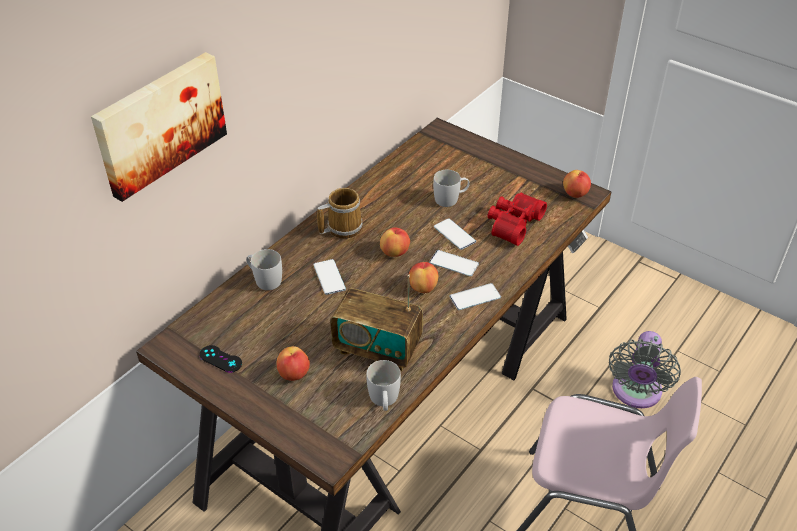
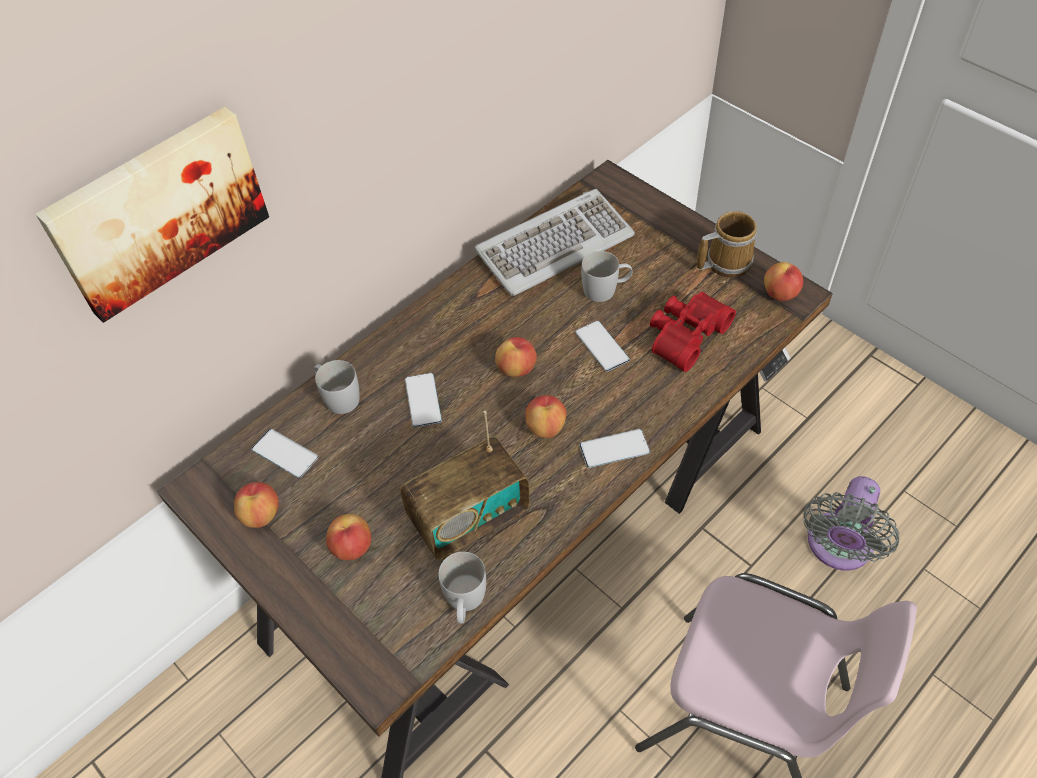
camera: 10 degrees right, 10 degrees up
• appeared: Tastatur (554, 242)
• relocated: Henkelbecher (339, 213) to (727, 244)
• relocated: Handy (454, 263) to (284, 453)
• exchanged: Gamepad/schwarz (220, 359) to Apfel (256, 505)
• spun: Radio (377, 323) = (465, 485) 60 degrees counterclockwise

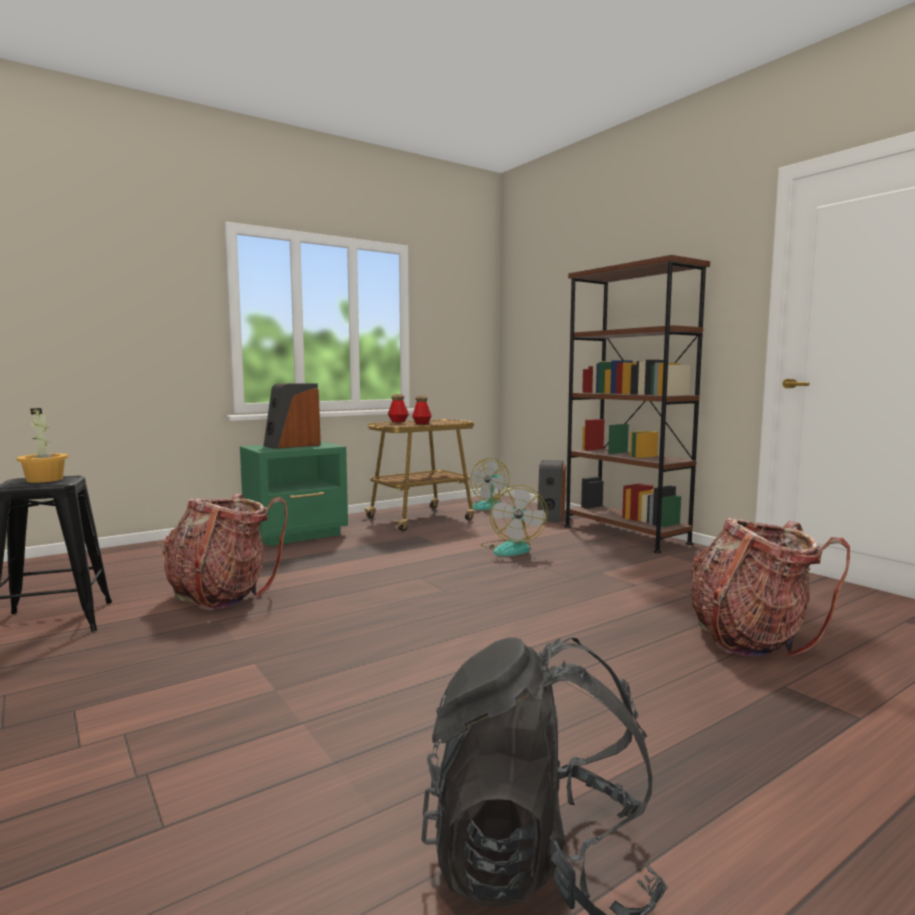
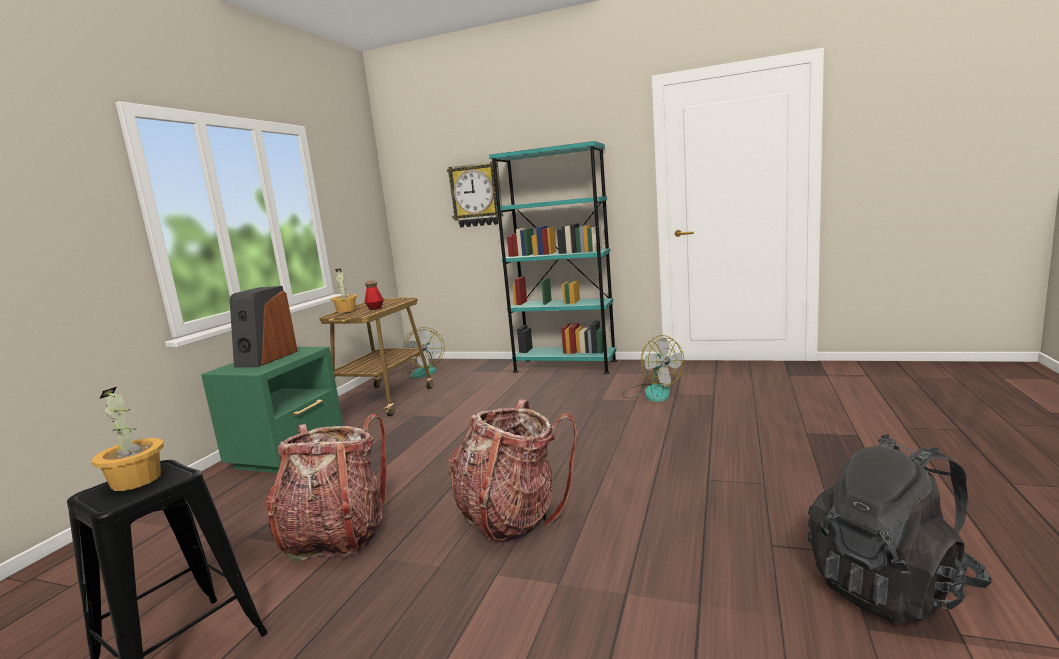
camera: 35 degrees left, 5 degrees up
• missing: Lautsprecher (551, 491)
• appeared: Wanduhr (475, 194)
• relocated: Ventilator (514, 520) to (653, 368)
• relocated: Rucksack (770, 587) to (512, 472)
• exchanged: Flasche (398, 408) to Topfpflanze (344, 291)
• colour: Bücherregal/braun (637, 404) to Bücherregal/türkis (553, 257)

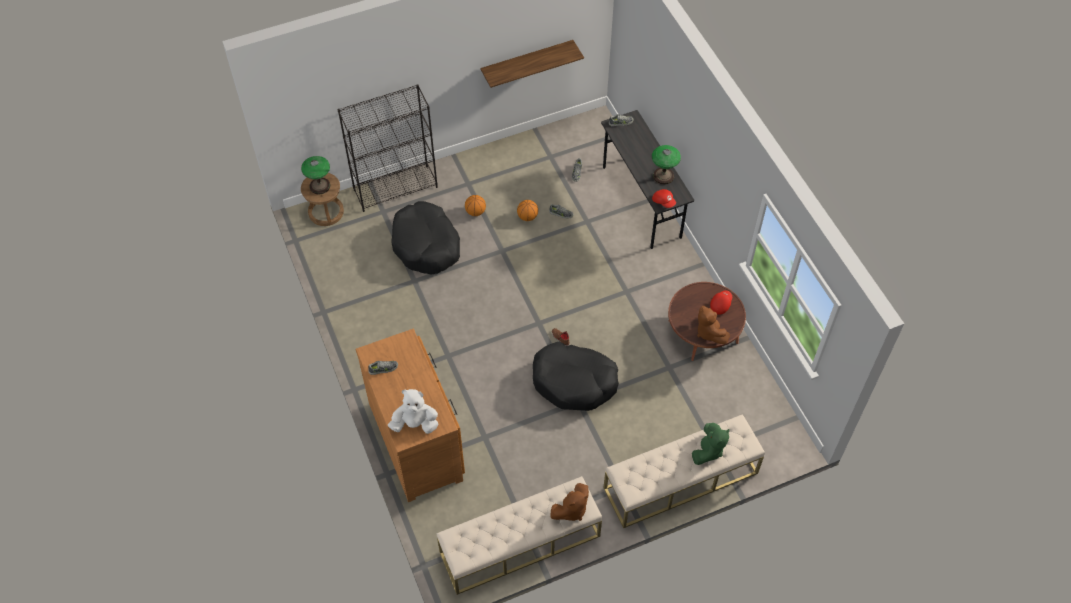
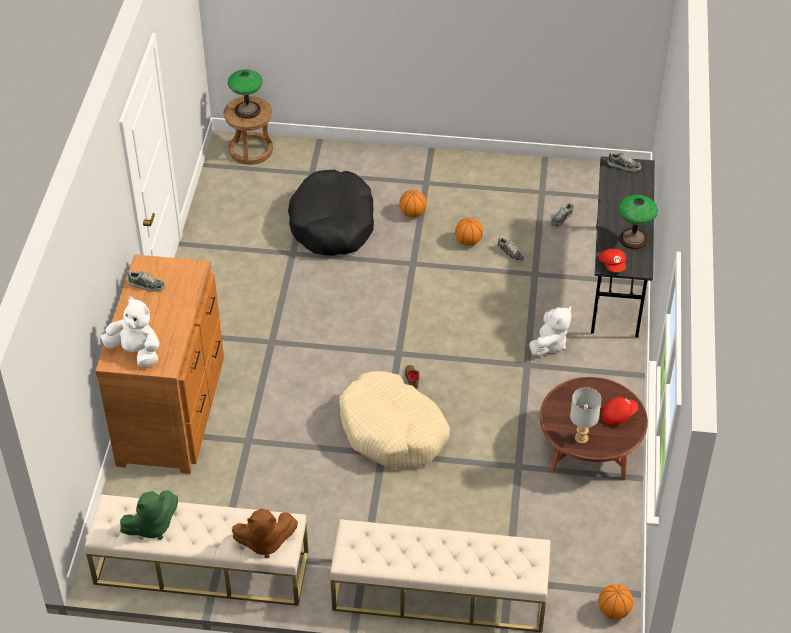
camera: 30 degrees right, 10 degrees down
• missing: Bücherregal/schwarz (388, 148)
• missing: Wandregal (532, 64)
• appeared: Plüschtier/weiß (550, 331)
• appeared: Basketball (616, 601)
• relocated: Plüschtier/grün (710, 444) to (149, 515)
• exchanged: Plüschtier/braun (713, 325) to Tischlampe/grau (586, 415)
• colour: Hundebett/schwarz (576, 376) to Hundebett/beige (394, 419)

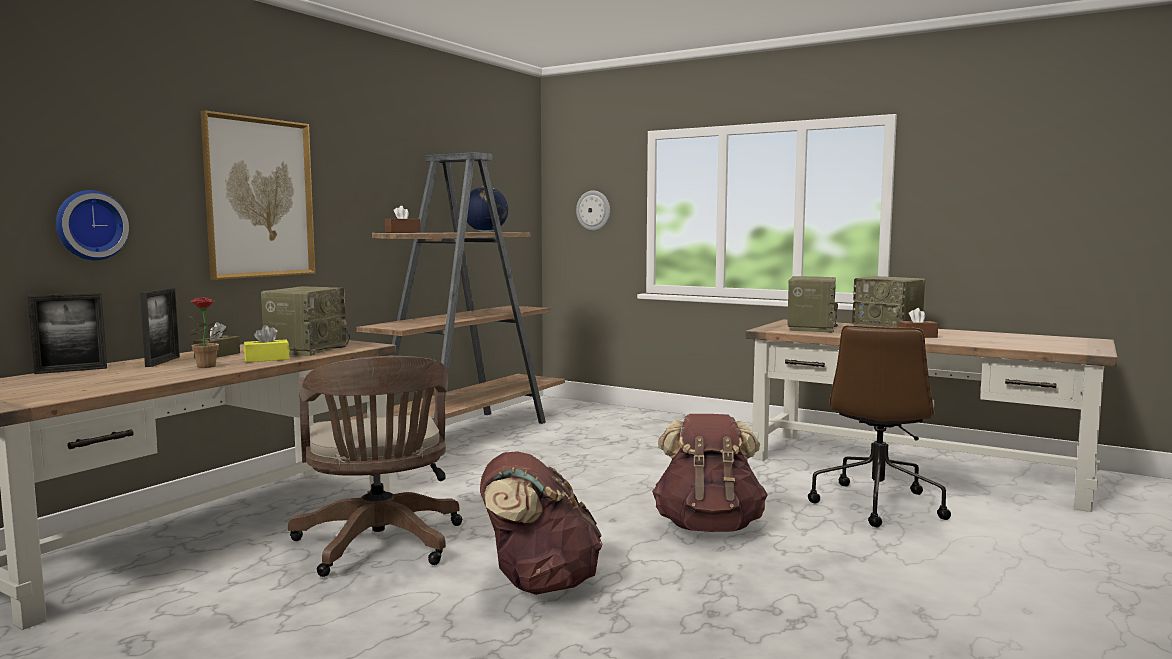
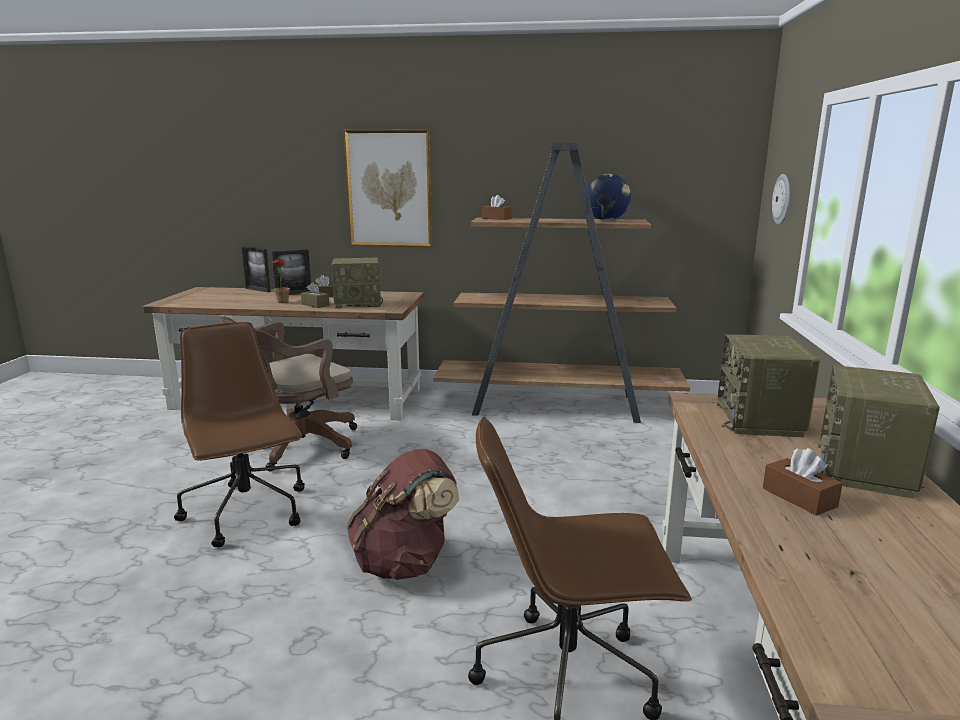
camera: 65 degrees right, 10 degrees up
• missing: Wanduhr (92, 225)
• exchanged: Rucksack/braun (541, 523) to Bürostuhl/braun (239, 434)
• colour: Taschentuchbox/gelb (267, 343) to Taschentuchbox/braun (315, 295)
• spun: Radio (812, 304) = (768, 386) 105 degrees clockwise

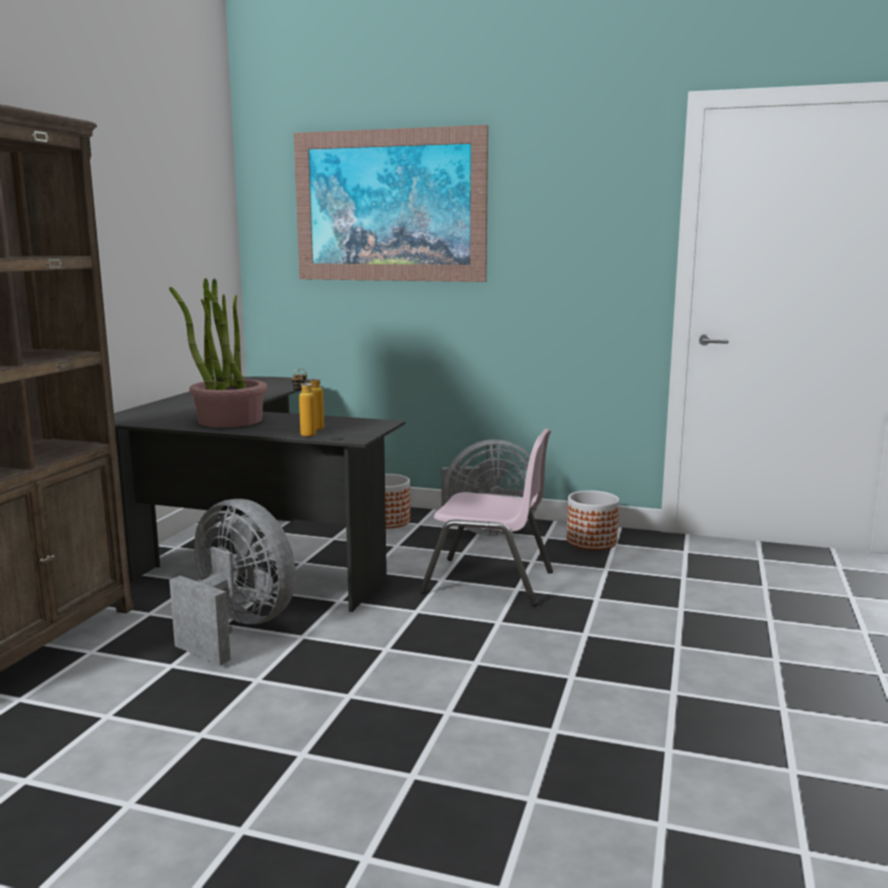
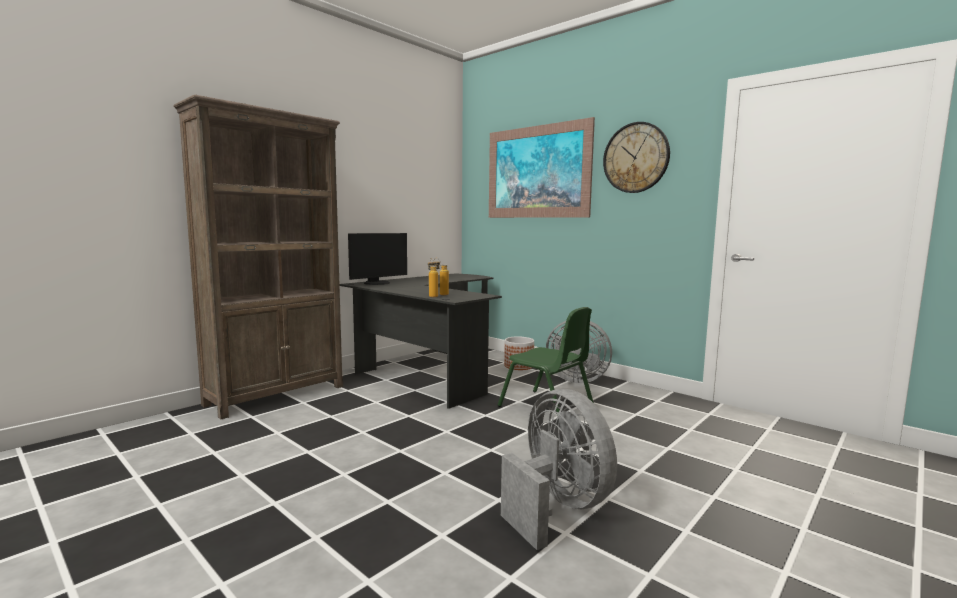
camera: 25 degrees right, 5 degrees down
• missing: Topfpflanze (218, 353)
• missing: Pflanzkübel (593, 520)
• appeared: Monitor (377, 259)
• appeared: Wanduhr (636, 157)
• relocated: Ventilator/grau (232, 582) to (559, 469)
• colour: Stuhl/rosa (486, 517) to Stuhl/grün (546, 361)

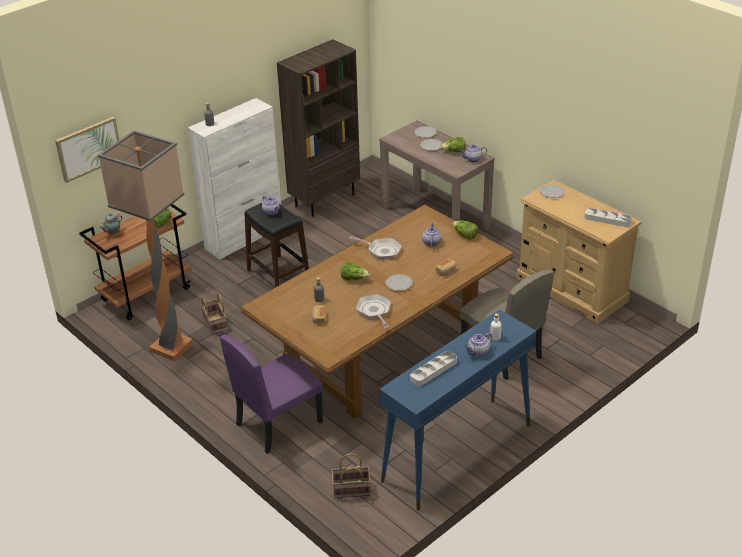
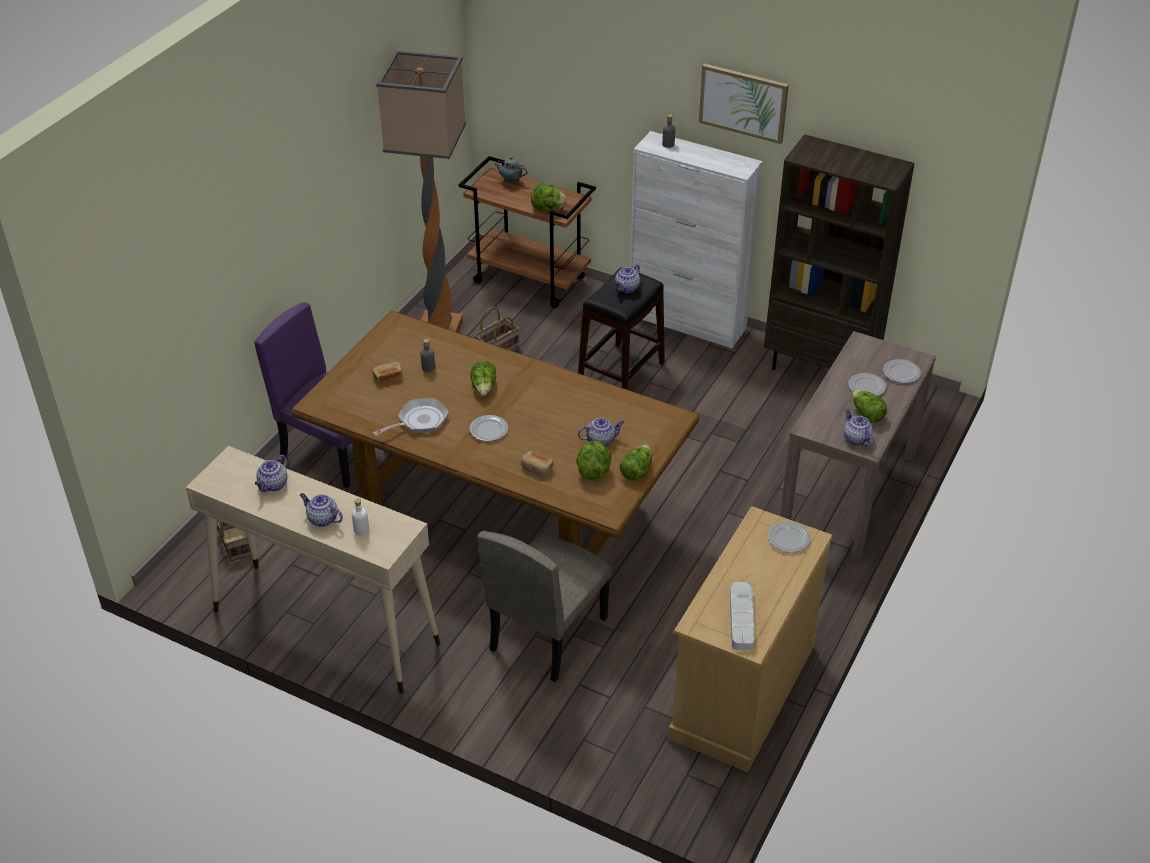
camera: 70 degrees right, 5 degrees up
• missing: Pfanne (376, 247)
• appeared: Salatkopf (593, 461)
• relocated: Bild (87, 150) to (744, 103)
• exchanged: Tablett/grau (433, 368) to Teekanne (271, 473)
• colour: Konsolentisch/blau (457, 410) to Konsolentisch/beige (313, 570)

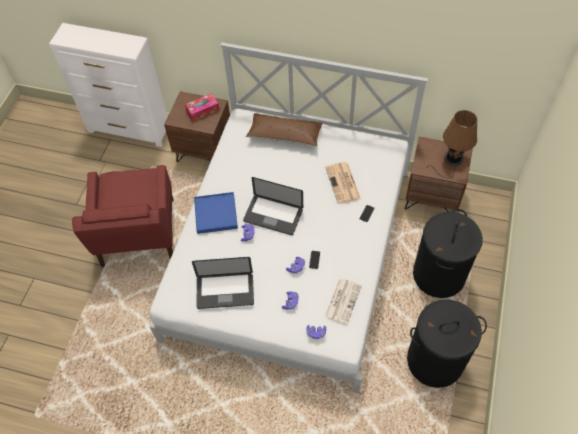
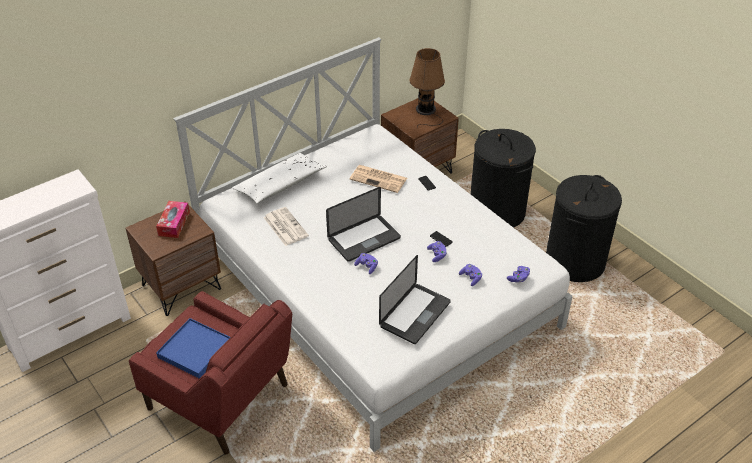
camera: 55 degrees left, 15 degrees down
• relocated: Tablett/blau (216, 213) to (193, 348)
• relocated: Zeitung (343, 301) to (286, 226)
• colour: Kissen/braun (284, 130) to Kissen/weiß (279, 178)

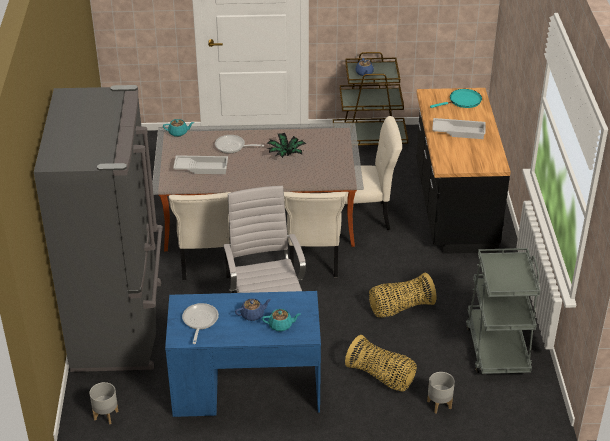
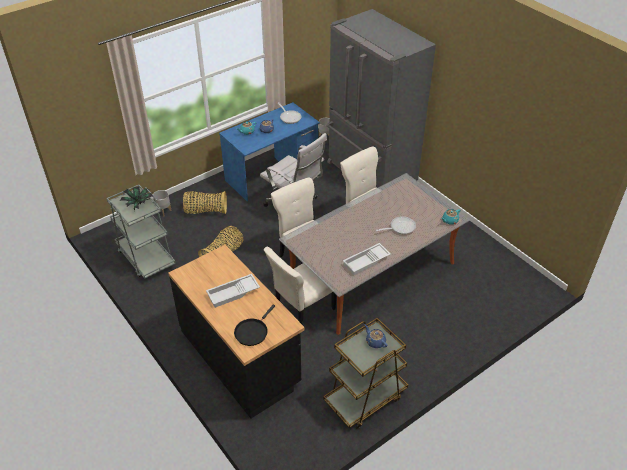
camera: 145 degrees right, 5 degrees up
• relocated: Tablett/weiß (200, 164) to (367, 259)
• relocated: Topfpflanze (286, 145) to (136, 199)
• colour: Pfanne/türkis (456, 98) to Pfanne/schwarz (254, 325)

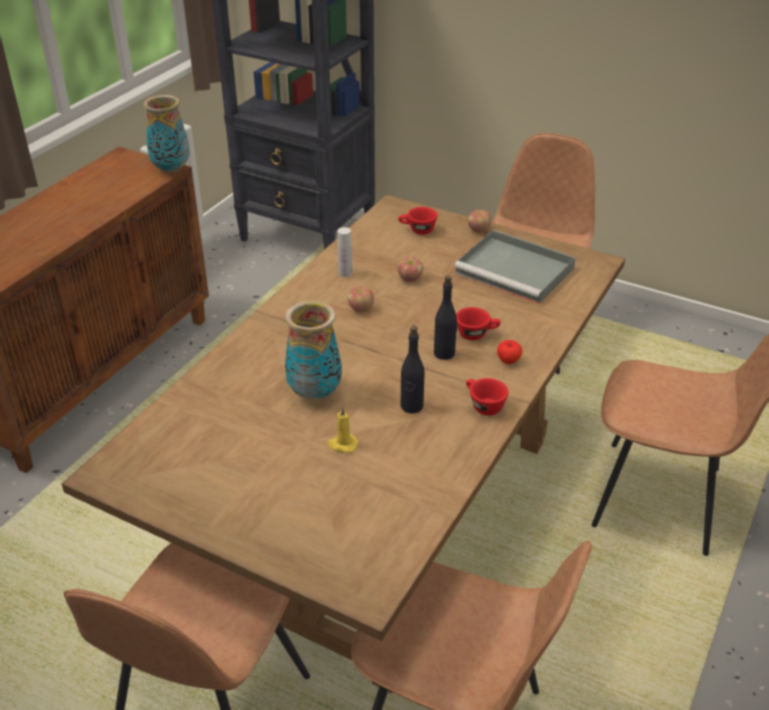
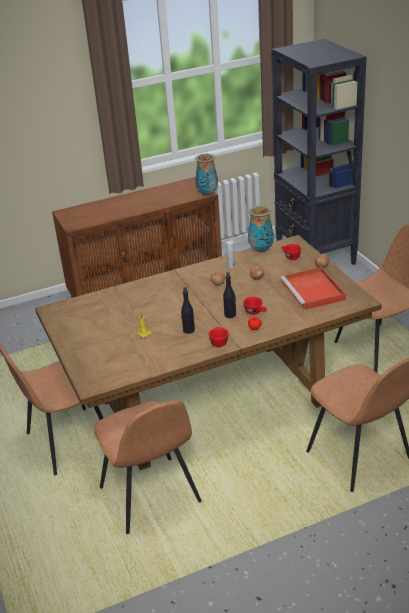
camera: 40 degrees right, 5 degrees down
• relocated: Vase (313, 351) to (260, 228)
• colour: Tablett/grau (515, 267) to Tablett/rot (313, 288)

